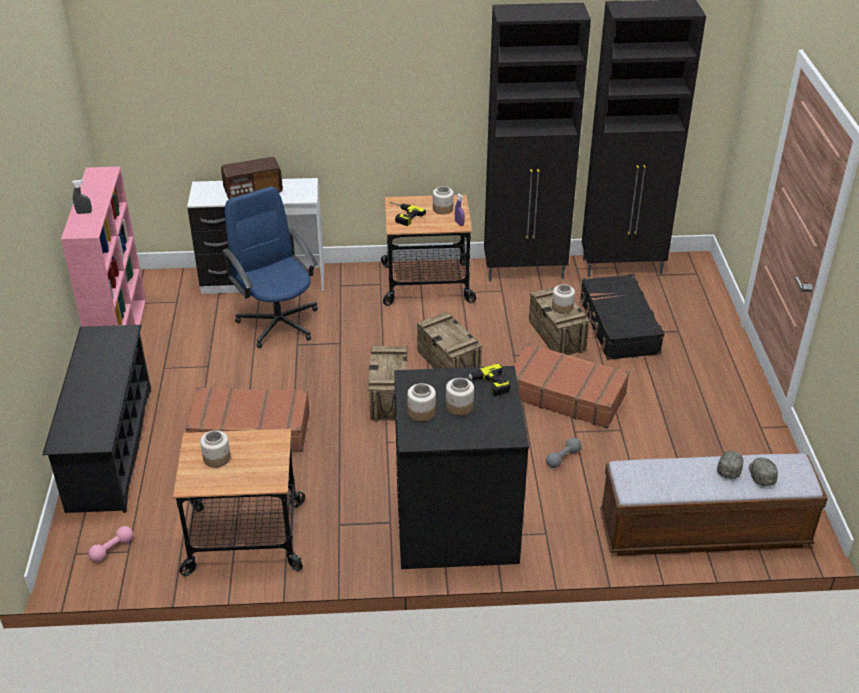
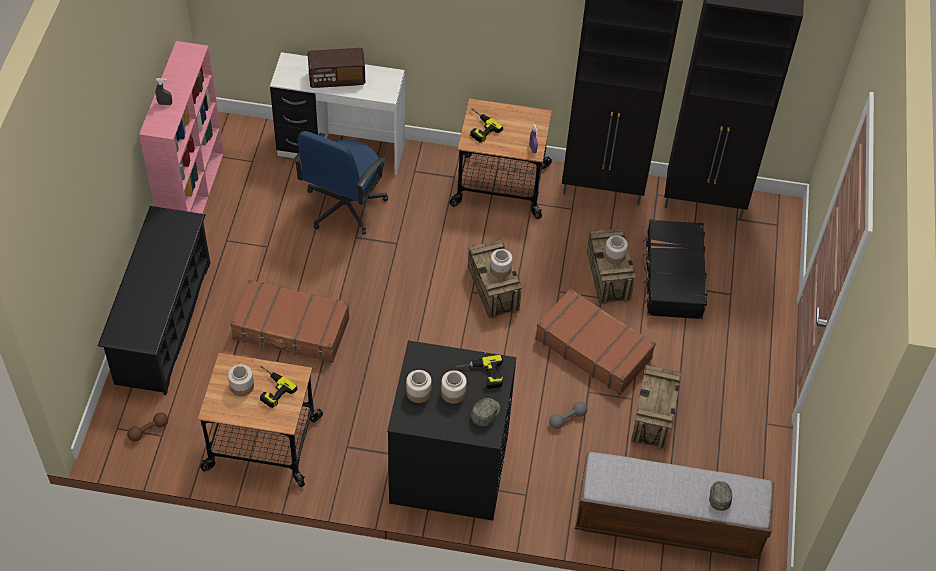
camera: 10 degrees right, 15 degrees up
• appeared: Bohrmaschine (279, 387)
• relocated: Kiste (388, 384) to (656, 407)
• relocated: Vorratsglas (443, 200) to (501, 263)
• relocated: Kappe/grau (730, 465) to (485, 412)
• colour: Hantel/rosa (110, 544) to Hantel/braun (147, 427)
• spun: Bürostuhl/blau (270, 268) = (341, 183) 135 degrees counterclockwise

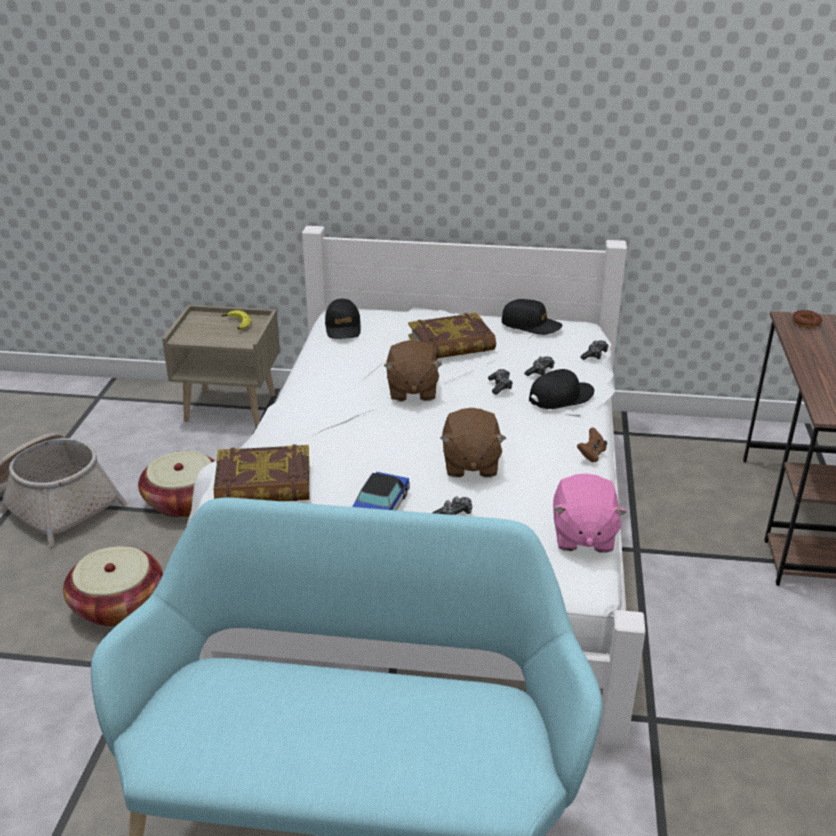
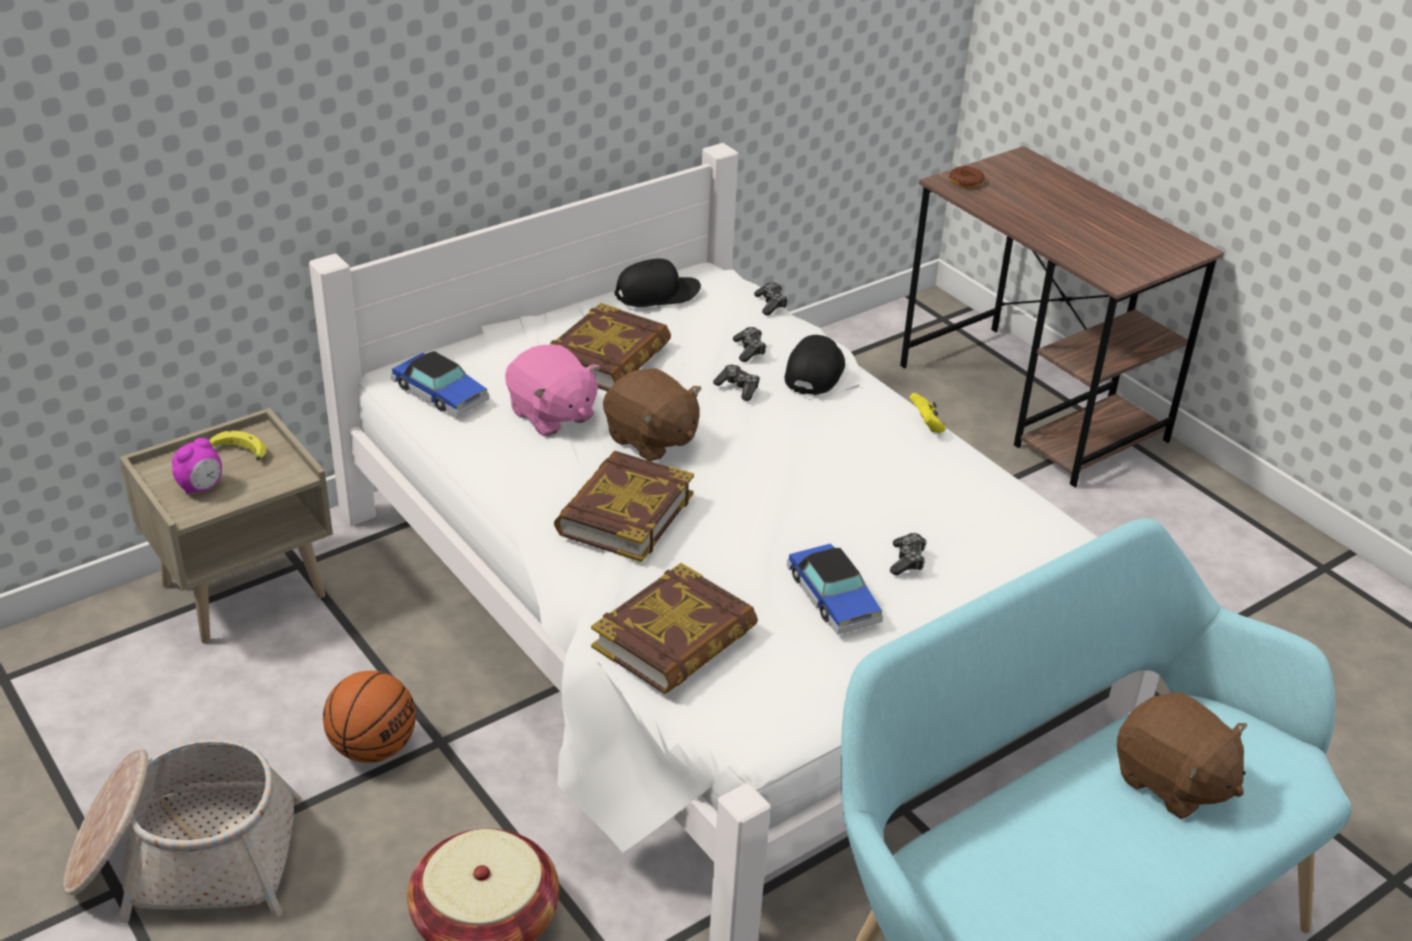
camera: 45 degrees left, 5 degrees up
• appeared: Wecker (197, 466)
• appeared: Buch (624, 506)
• relocated: Plüschtier/braun (473, 442) to (1182, 755)
• relocated: Plüschtier/rosa (590, 513) to (552, 390)
• exchanged: Korb (176, 484) to Basketball (369, 717)
• exchanged: Kappe/schwarz (343, 319) to Spielzeugauto (440, 384)
• colour: Gamepad/braun (592, 444) to Gamepad/gelb (927, 413)

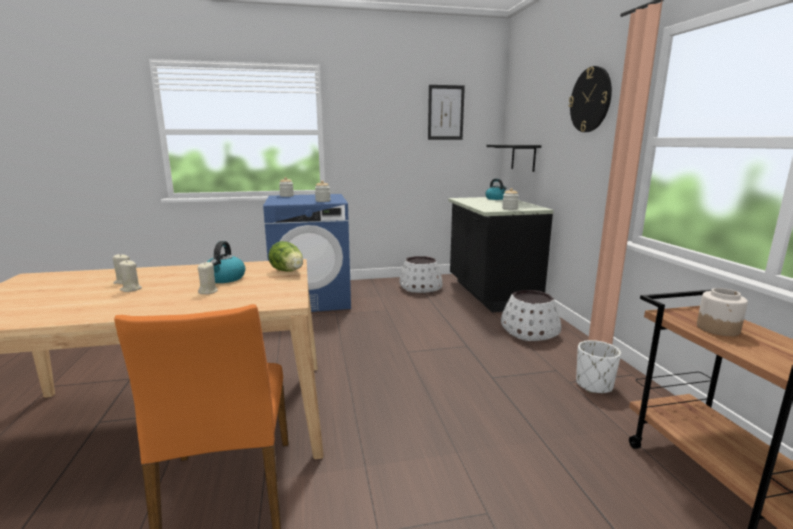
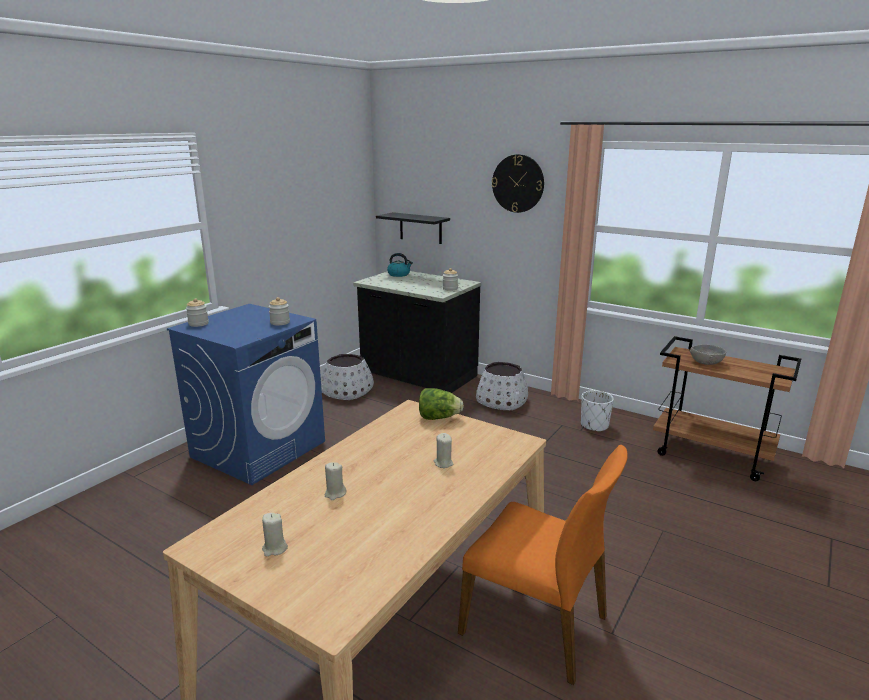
camera: 45 degrees left, 5 degrees up
• missing: Wasserkessel (226, 262)
• missing: Bild (446, 112)
• relocated: Kerze/beige (130, 276) to (275, 534)
• exchanged: Vorratsglas (722, 312) to Schüssel/grau (708, 355)

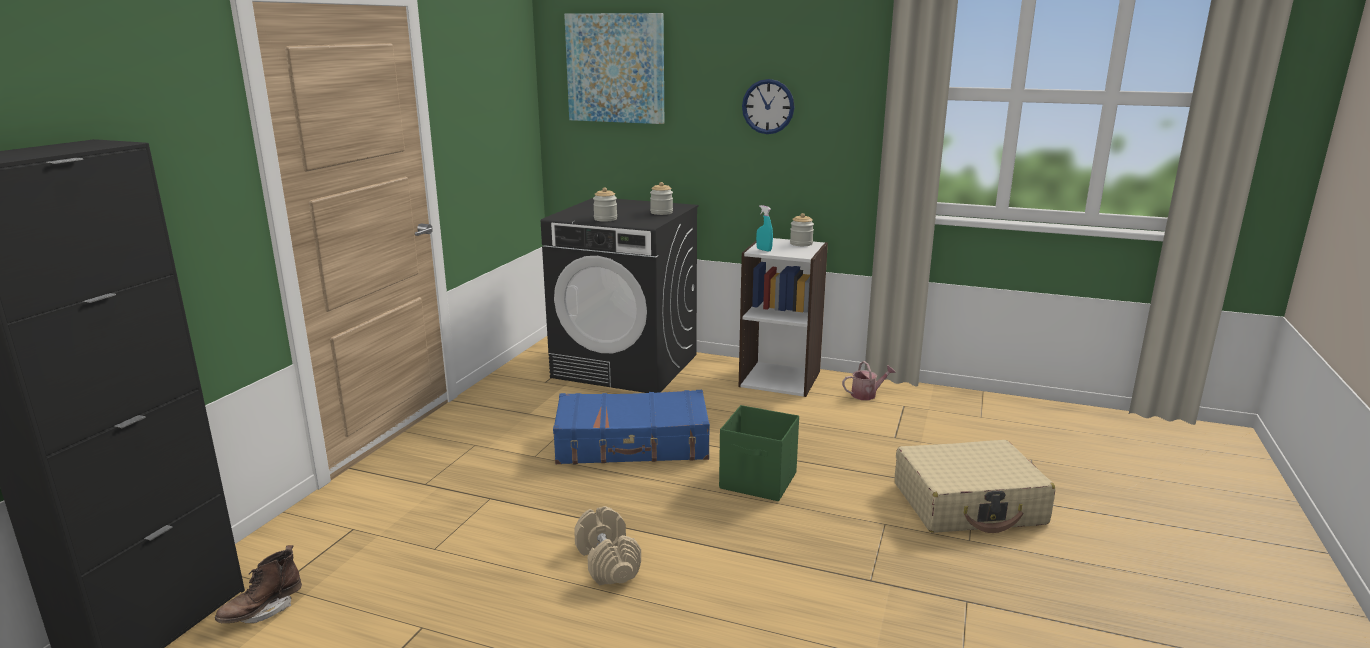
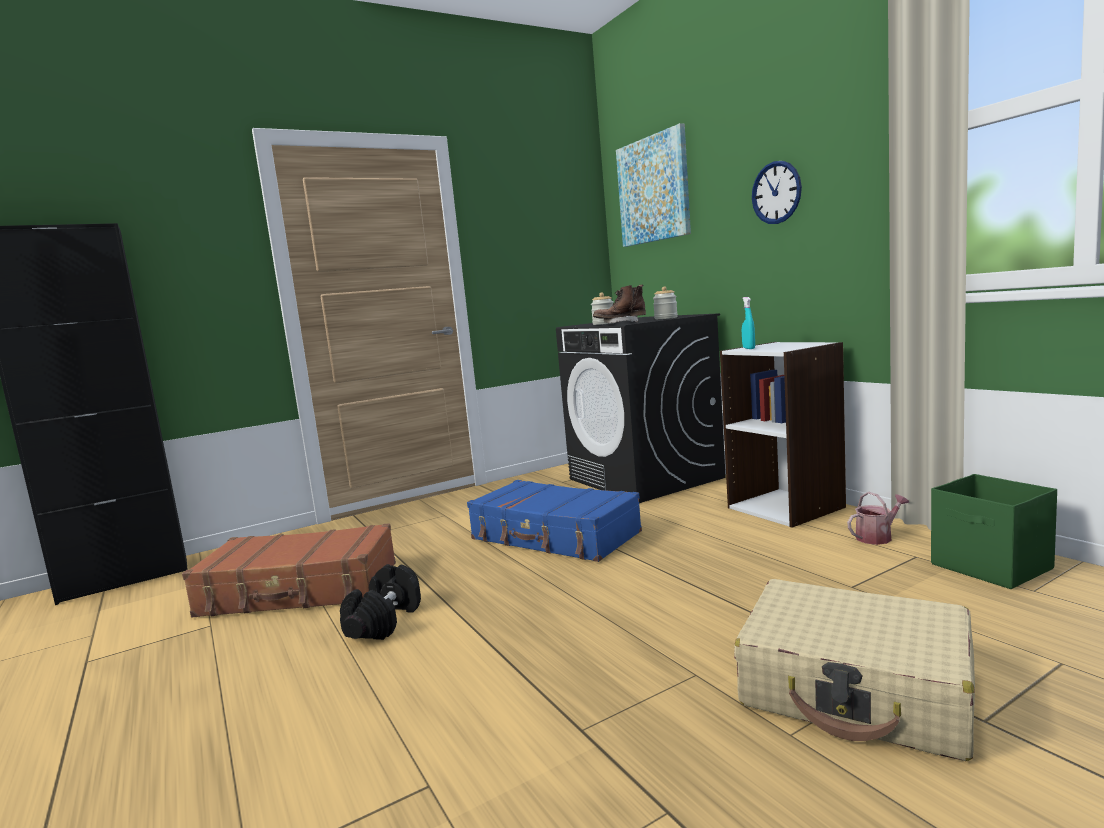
camera: 40 degrees right, 10 degrees down
• missing: Vorratsglas (802, 229)
• appeared: Koffer/braun (289, 570)
• relocated: Stiefel/braun (258, 584) to (619, 304)
• relocated: Aufbewahrungsbox/grün (759, 453) to (994, 531)
• colour: Hantel/beige (607, 545) to Hantel/schwarz (380, 602)
• spun: Gießkanne (869, 380) = (878, 518) 45 degrees counterclockwise

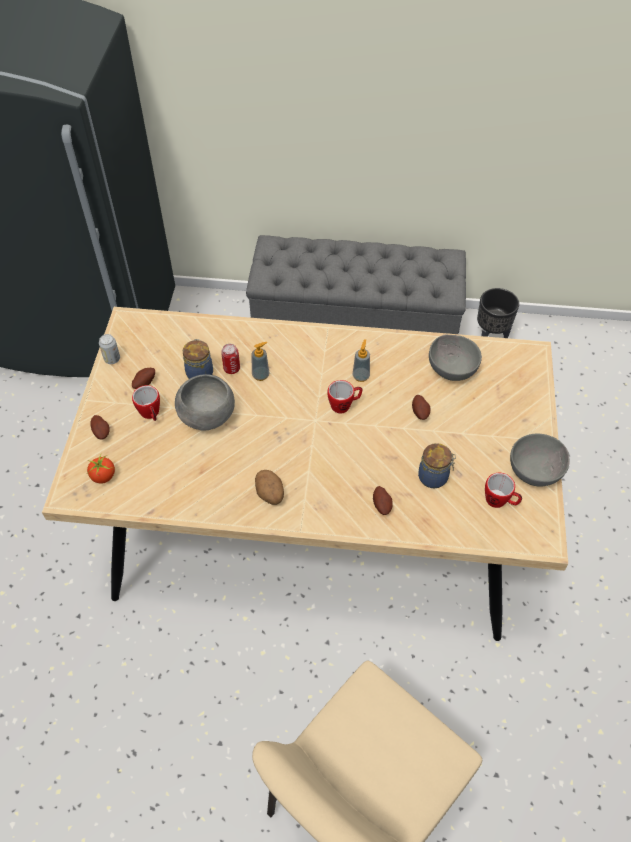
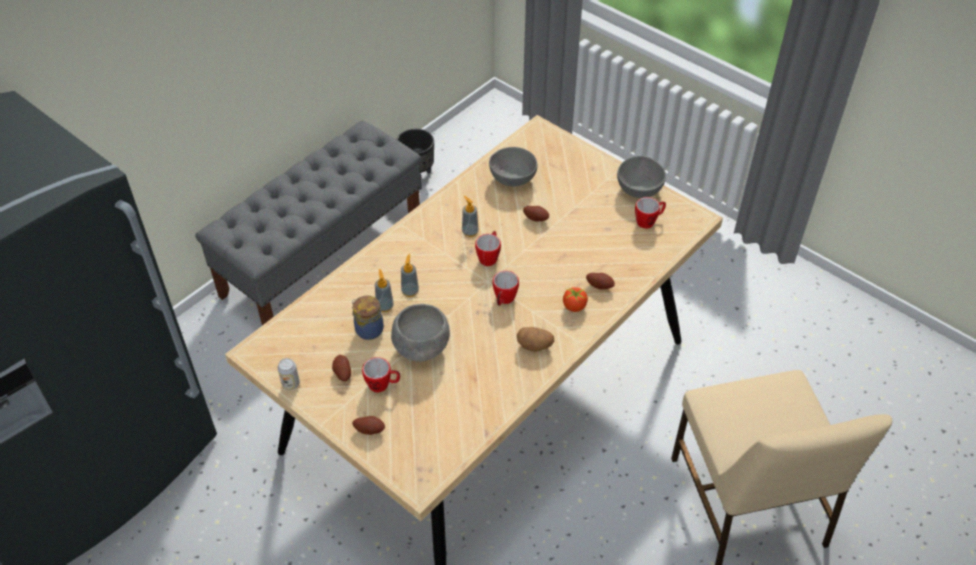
camera: 55 degrees left, 5 degrees down
• missing: Vorratsglas (437, 466)
• appeared: Henkelbecher (506, 288)
• relocated: Tomate (101, 469) to (576, 299)
• exchanged: Dose (230, 359) to Seifenspender (384, 290)

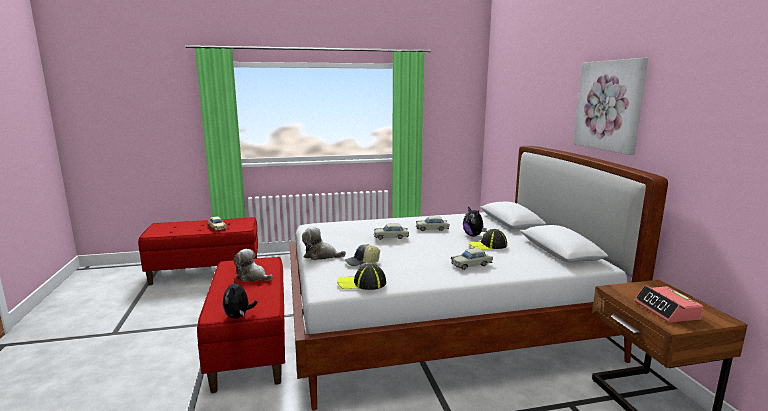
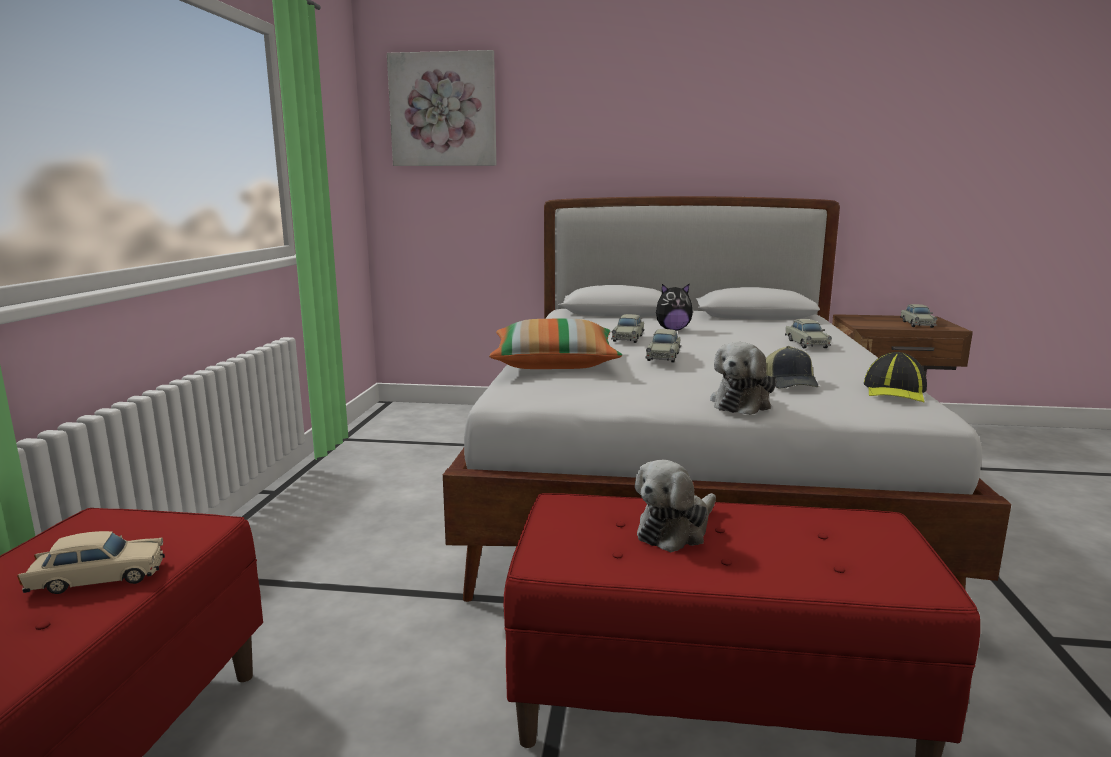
camera: 70 degrees left, 0 degrees up
• missing: Plüschtier (240, 299)
• missing: Kappe (488, 239)
• appeared: Kissen (555, 344)
• relocated: Bild (610, 106) to (441, 108)
• exchanged: Wecker (669, 304) to Spielzeugauto/beige (918, 316)

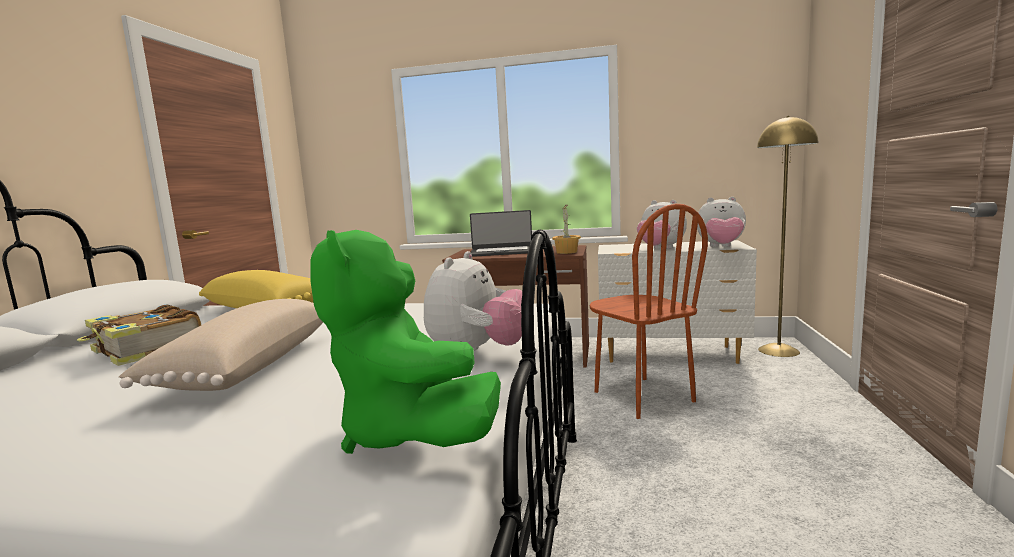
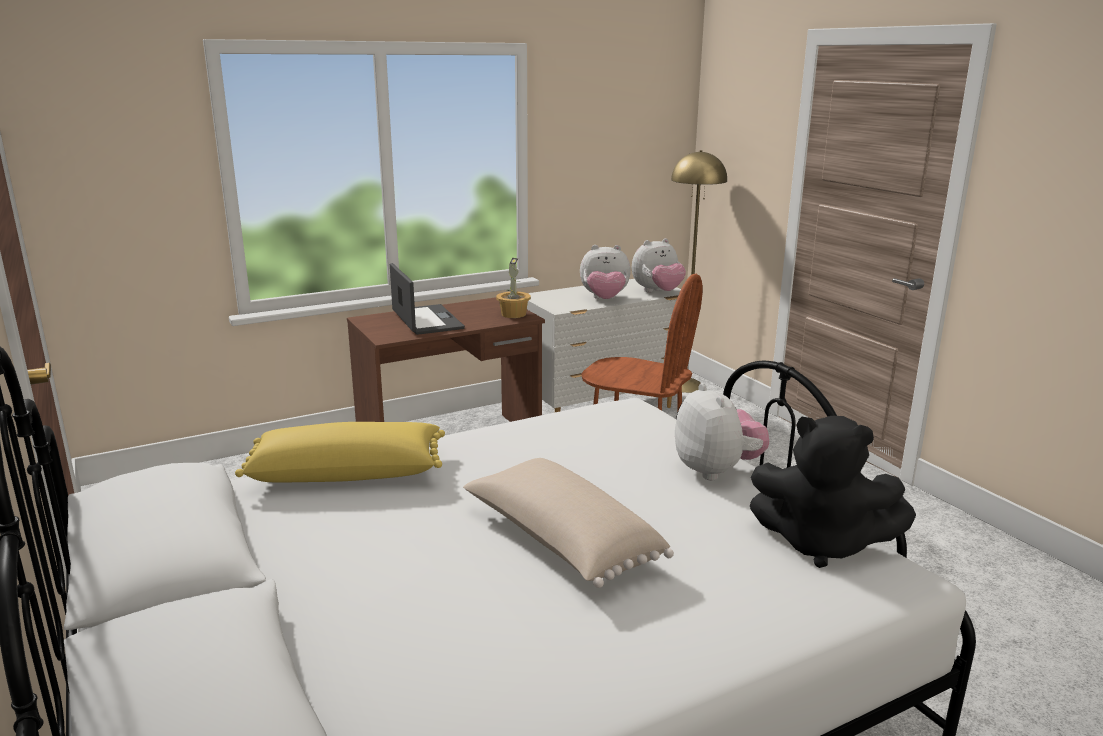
camera: 40 degrees left, 10 degrees up
• missing: Buch (139, 335)
• colour: Plüschtier/grün (405, 342) to Plüschtier/schwarz (833, 492)
• spun: Laptop (501, 233) = (427, 299) 75 degrees counterclockwise

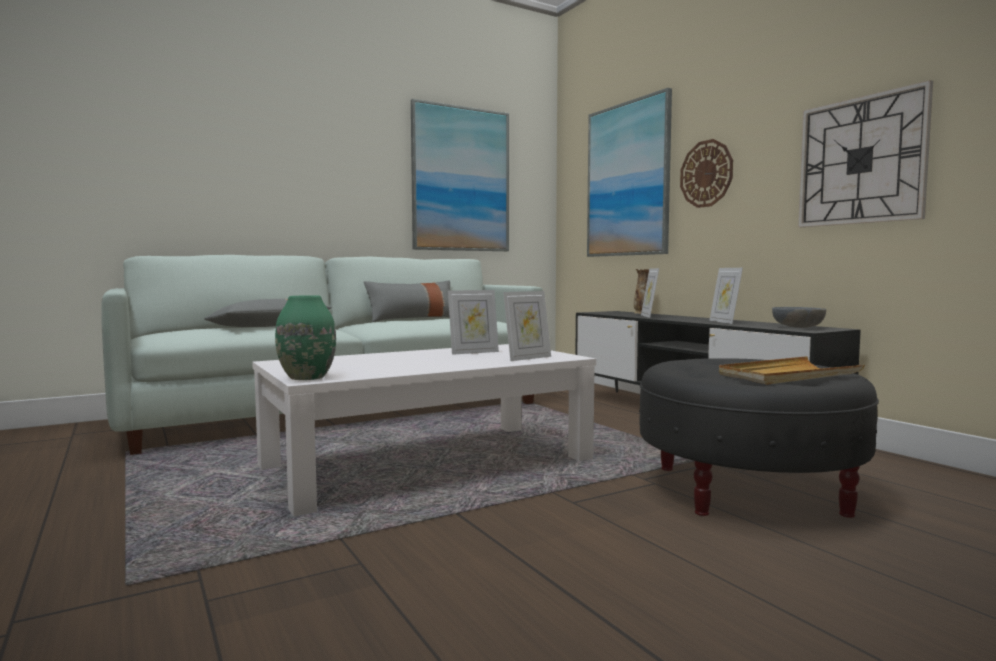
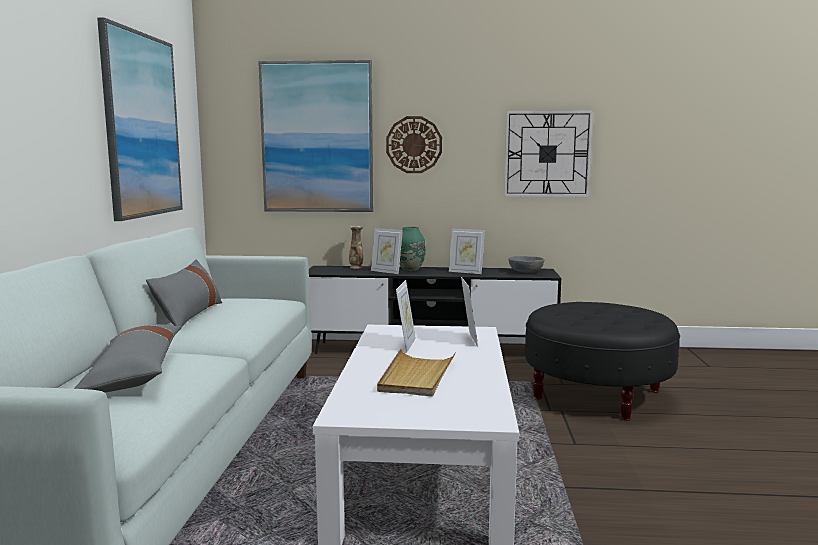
camera: 55 degrees left, 5 degrees up
• relocated: Vase/grün (305, 337) to (413, 248)
• relocated: Tablett/beige (792, 370) to (416, 373)

